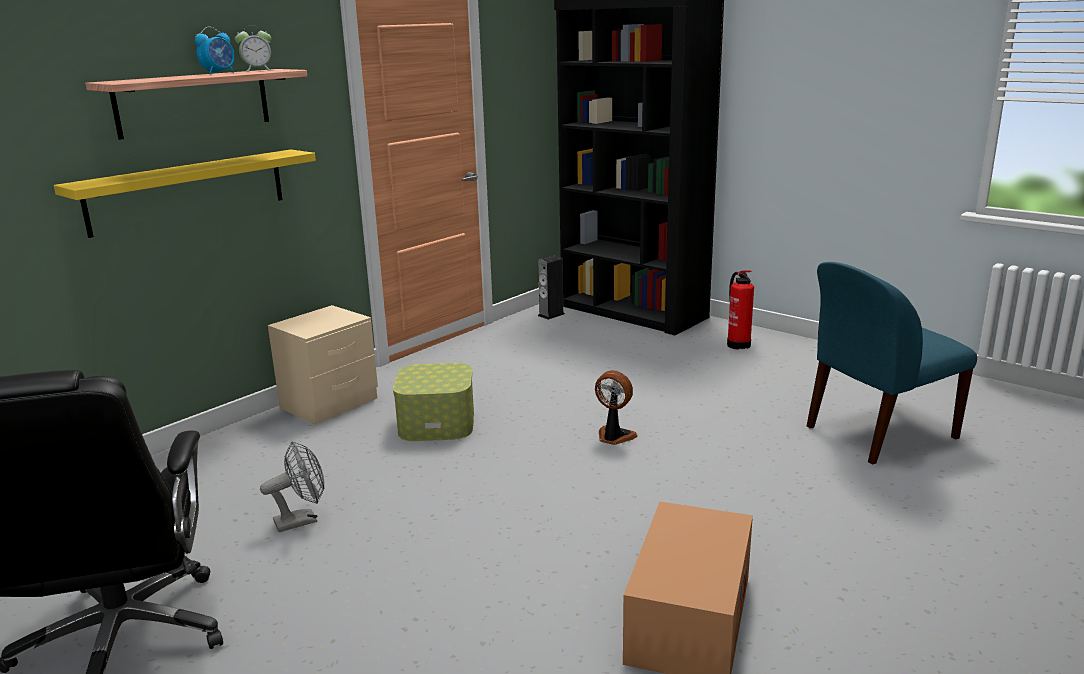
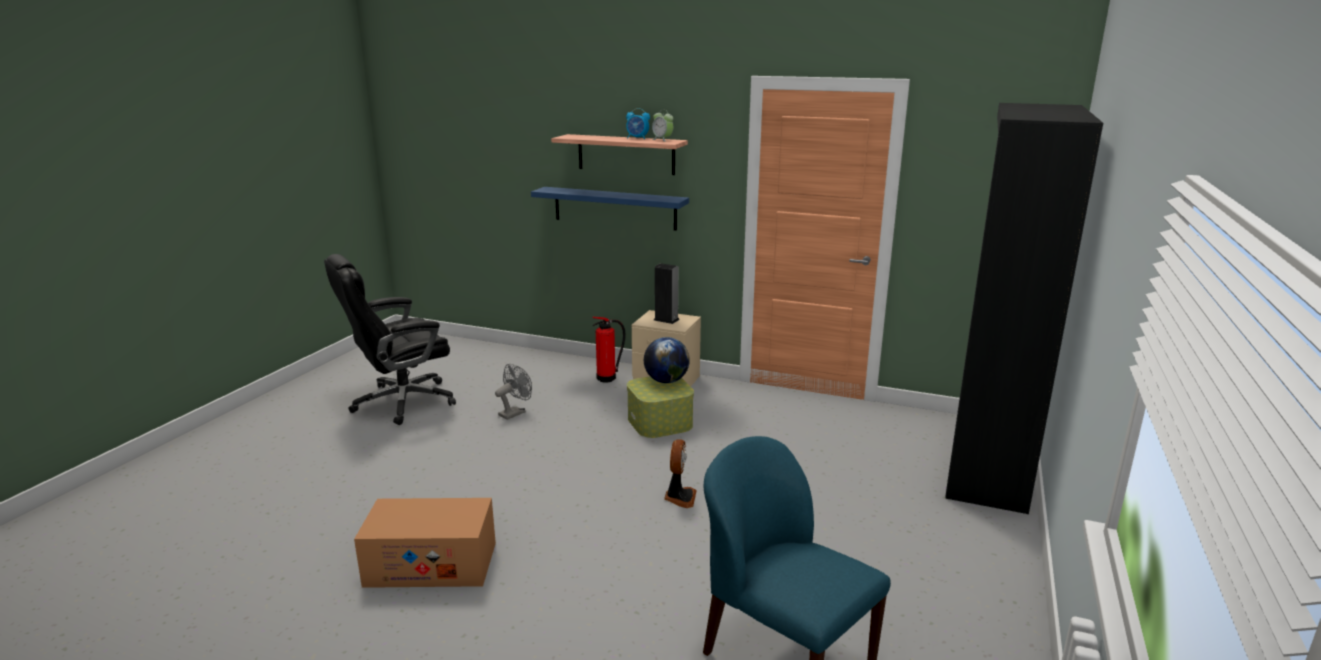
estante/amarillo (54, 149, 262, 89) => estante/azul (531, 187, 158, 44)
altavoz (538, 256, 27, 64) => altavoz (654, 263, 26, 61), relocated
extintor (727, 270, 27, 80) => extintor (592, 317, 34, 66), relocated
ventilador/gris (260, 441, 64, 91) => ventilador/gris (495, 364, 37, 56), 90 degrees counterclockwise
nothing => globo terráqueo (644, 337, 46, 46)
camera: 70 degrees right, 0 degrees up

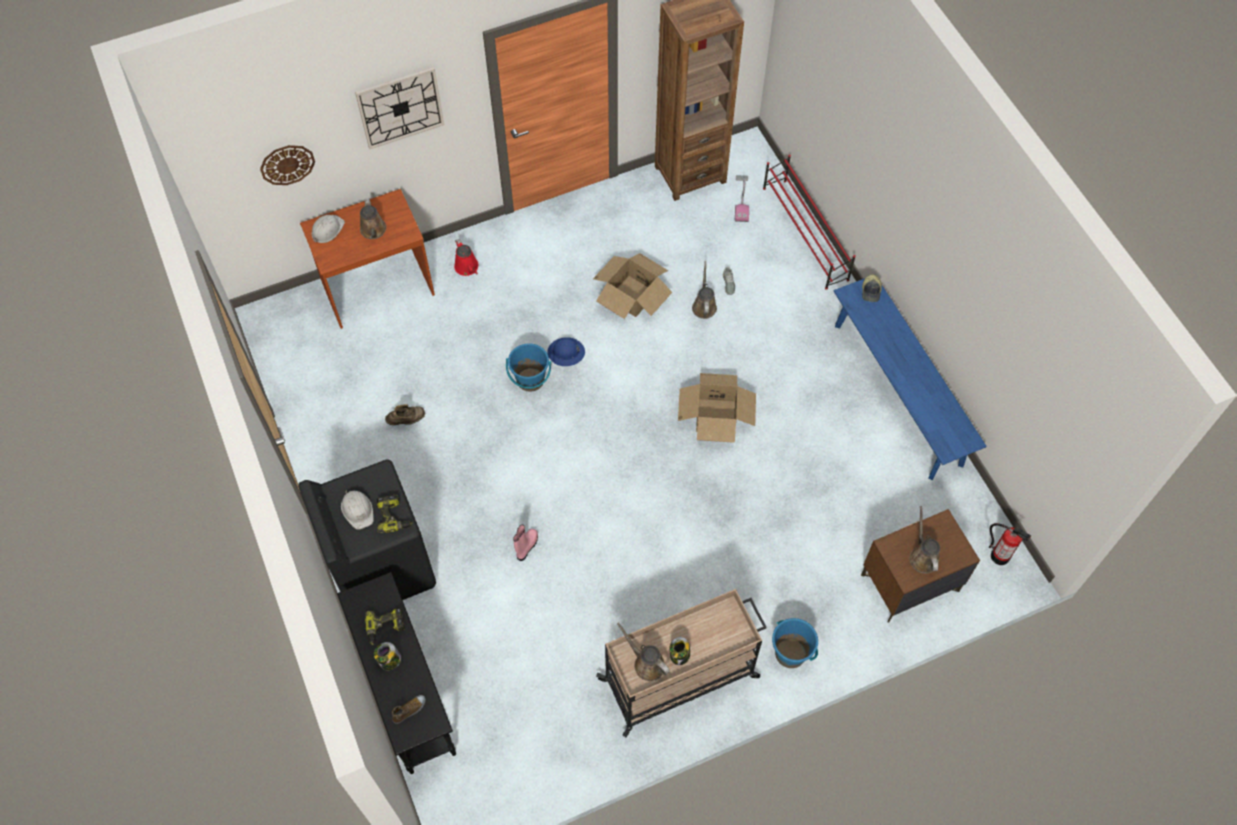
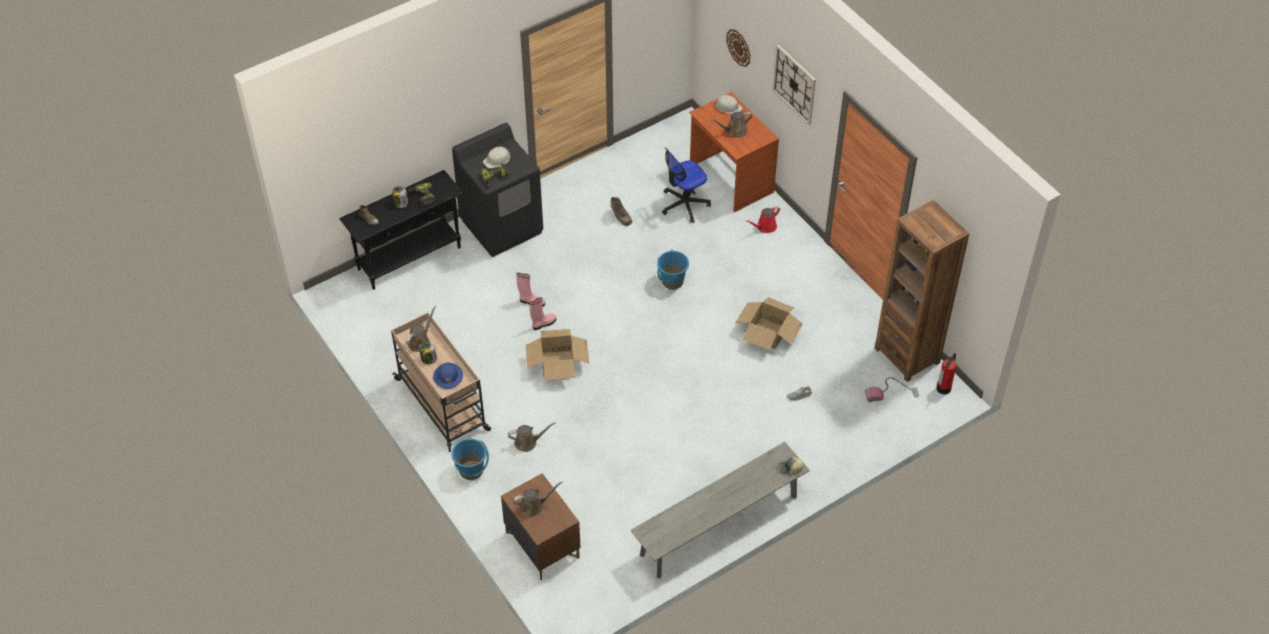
zapatero/rojo (763, 155, 93, 135) => nothing
regadera/marrón (692, 261, 25, 58) => regadera/marrón (508, 422, 47, 30), relocated
banco/azul (834, 278, 153, 202) => banco/gris (630, 442, 180, 136)
casco/azul (547, 337, 38, 29) => casco/azul (433, 362, 30, 27), relocated
caja de cartón (678, 373, 78, 70) => caja de cartón (526, 329, 63, 51), relocated
extintor (989, 523, 42, 42) => extintor (937, 353, 20, 41), relocated
nothing => silla de oficina (662, 147, 49, 76)
nothing => bota/rosa (530, 298, 26, 32)
camera: 80 degrees right, 10 degrees down

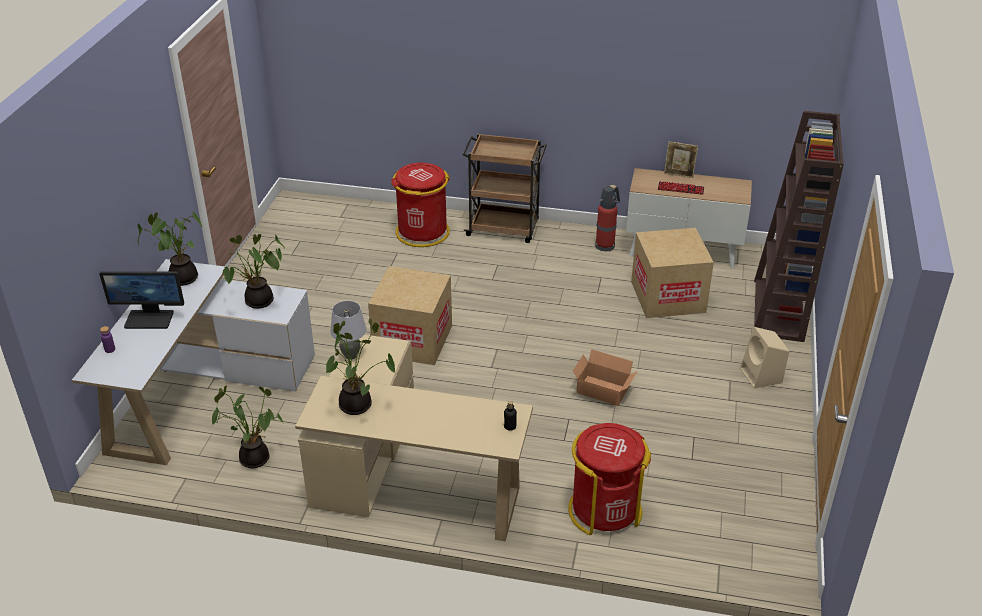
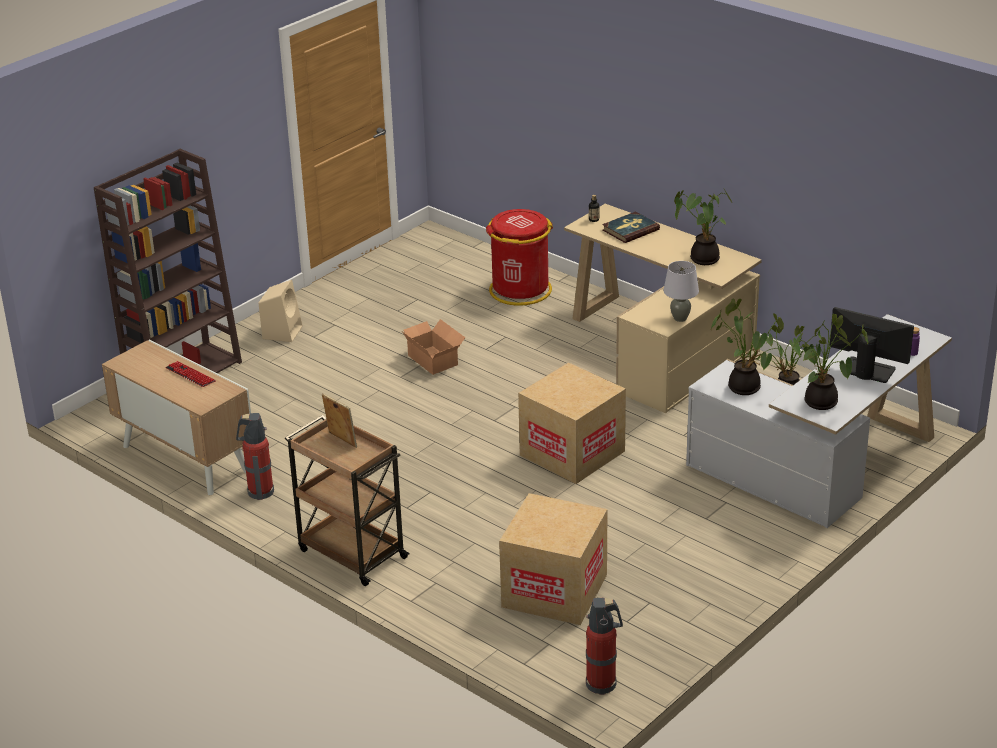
portarretratos (664, 141, 34, 37) => portarretratos (322, 393, 35, 55), relocated
papelera/rojo (391, 163, 59, 84) => nothing
caja de cartón (631, 228, 83, 90) => caja de cartón (499, 493, 109, 132), relocated
nothing => libro (602, 211, 58, 32)
nothing => extintor (586, 598, 37, 97)
camera: 150 degrees left, 5 degrees down

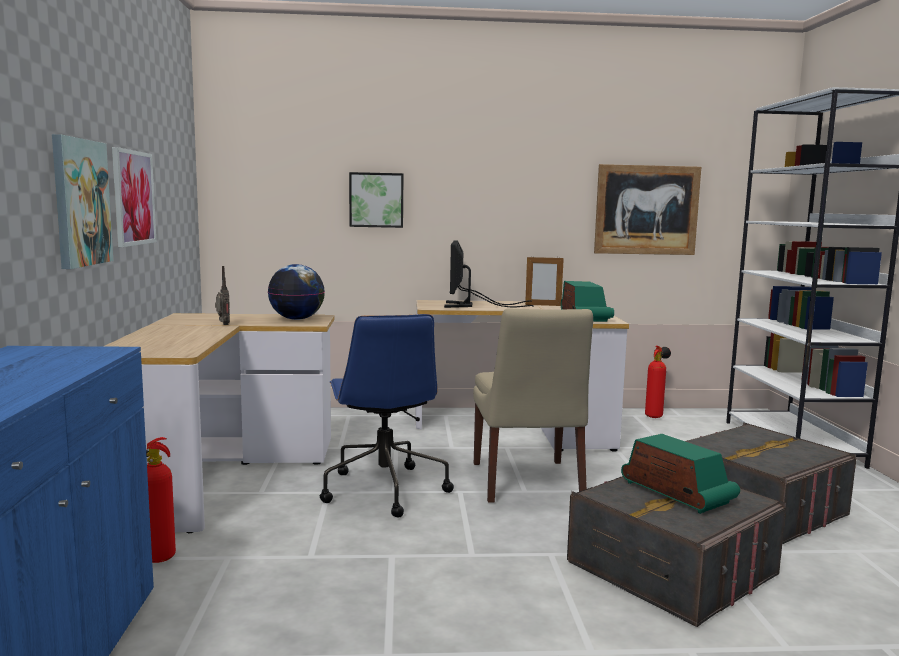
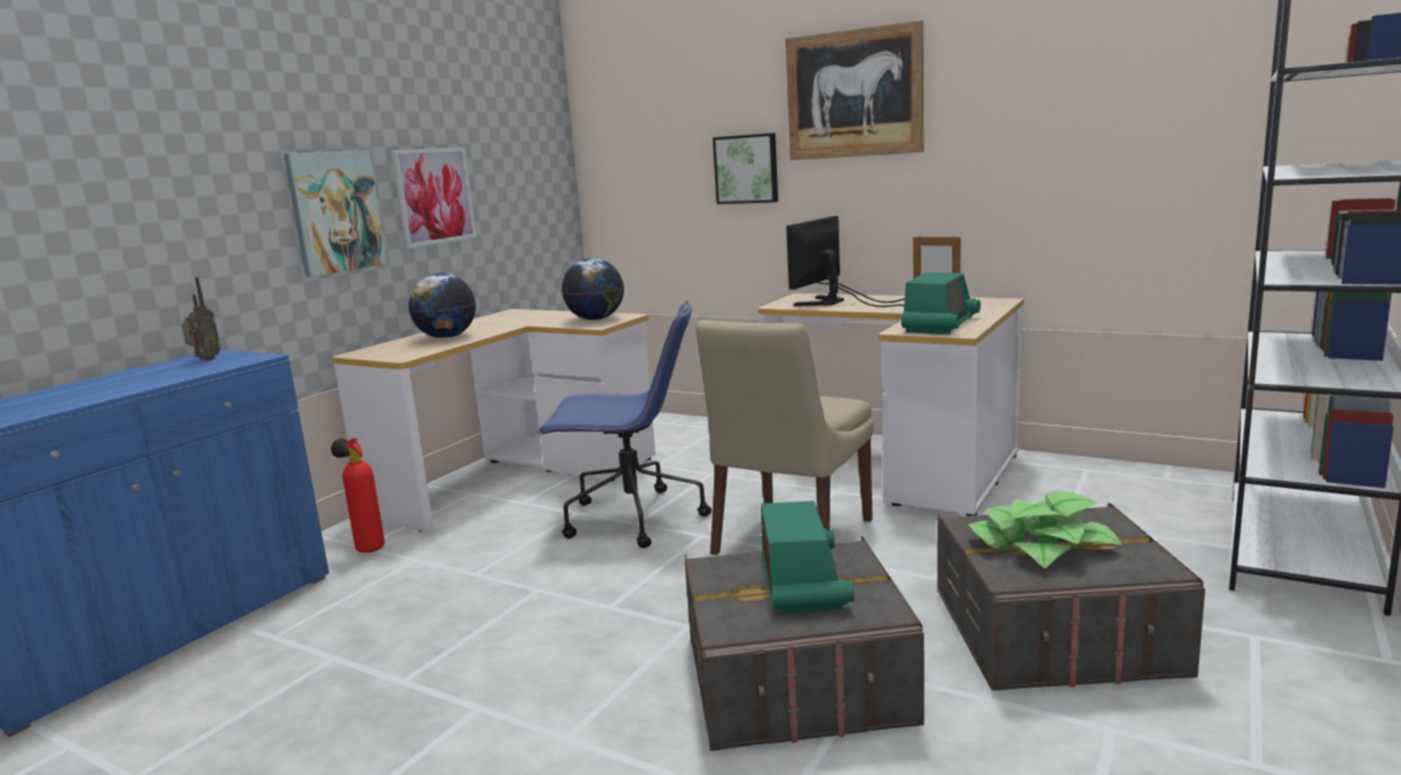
cuadro (594, 164, 107, 91) => cuadro (785, 20, 139, 140), relocated
radio (215, 266, 15, 59) => radio (181, 277, 39, 83), relocated
silla de oficina/azul (320, 314, 134, 203) => silla de oficina/azul (537, 301, 175, 247), 105 degrees counterclockwise
extintor (645, 346, 26, 72) => nothing
nothing => globo terráqueo (408, 273, 68, 65)
nothing => planta en maceta (968, 491, 154, 78)
camera: 35 degrees right, 5 degrees up

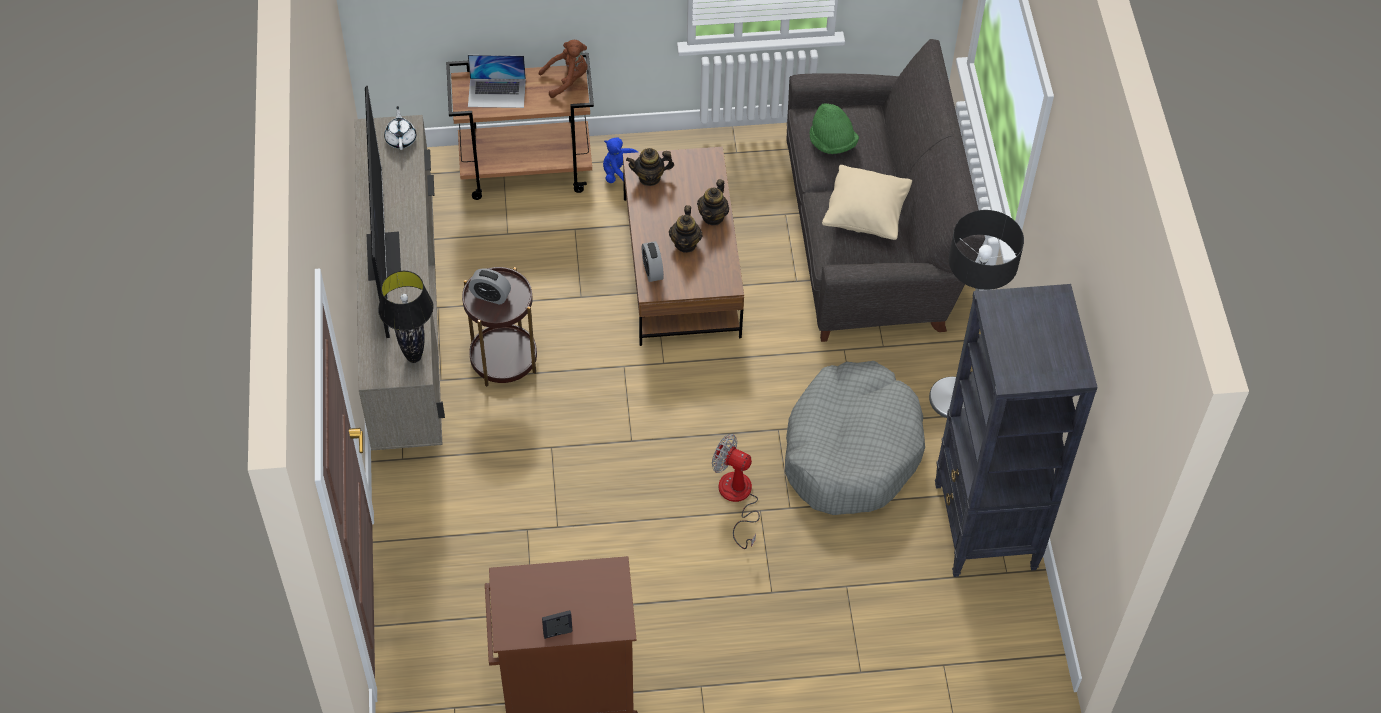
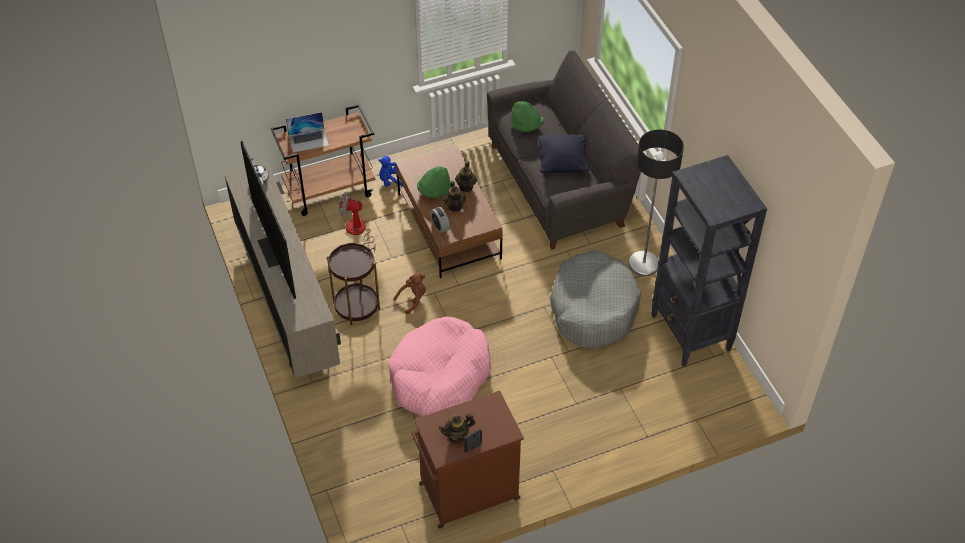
peluche/marrón (539, 40, 49, 58) => peluche/marrón (393, 273, 33, 41), relocated
tetera (626, 148, 48, 38) => tetera (439, 413, 36, 30), relocated
cojín/beis (822, 165, 90, 75) => cojín/negro (538, 134, 51, 39)
despertador (469, 268, 42, 37) => nothing
lámpara de mesa/negro (378, 271, 56, 92) => nothing
ventilador (712, 434, 48, 115) => ventilador (339, 192, 37, 60), relocated
nothing => sombrero/verde (417, 166, 34, 32)
nothing => cama para perro/rosa (388, 316, 103, 100)
camera: 15 degrees left, 5 degrees down

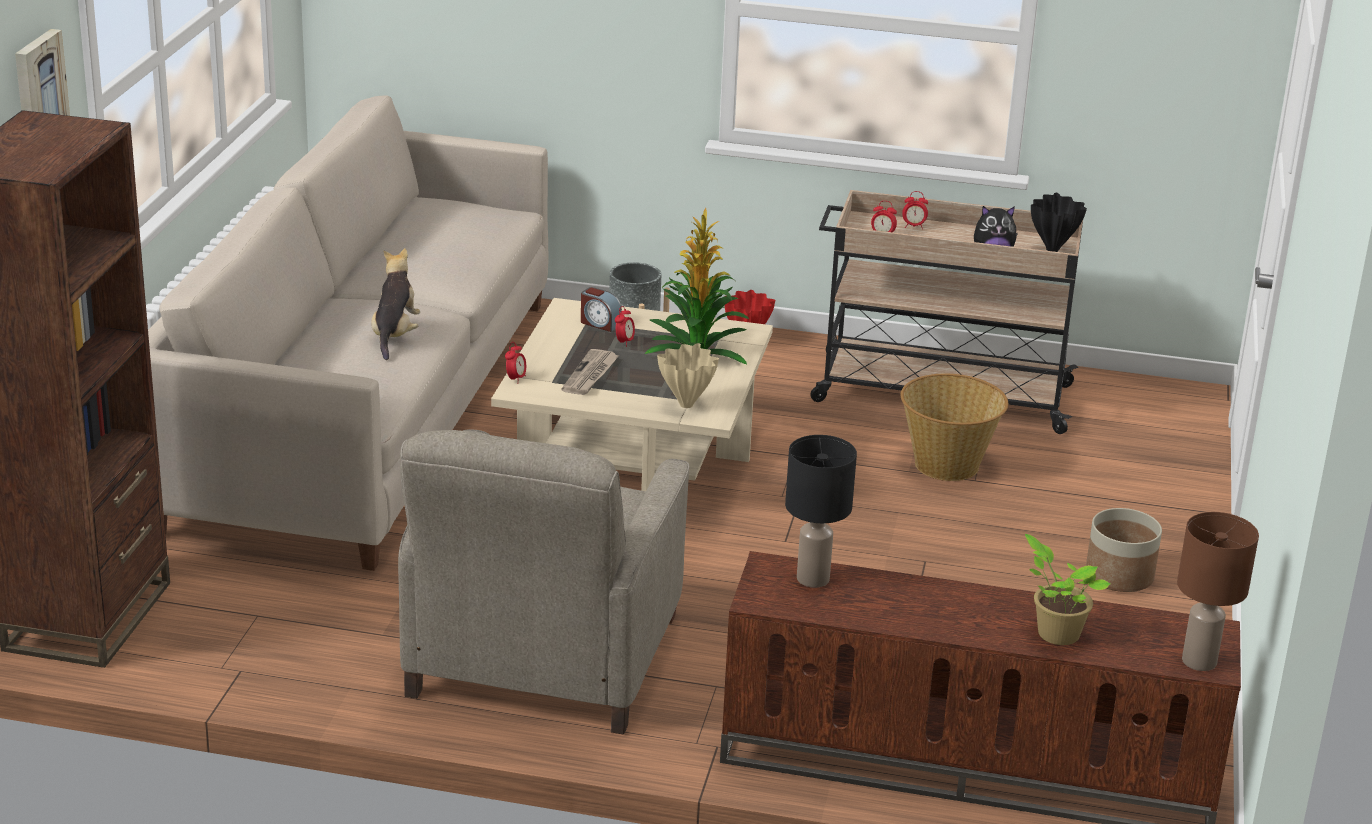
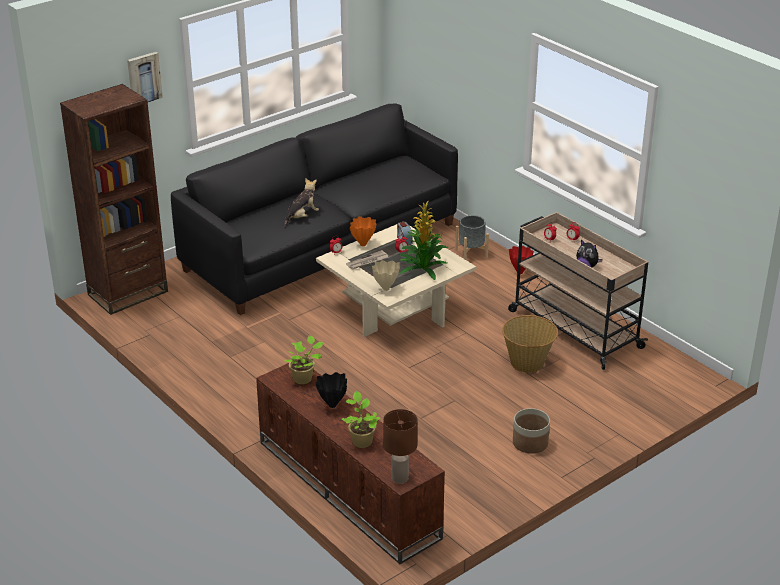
sofá/beis (148, 95, 401, 476) => sofá/negro (171, 103, 287, 212)
florero/negro (1031, 193, 56, 59) => florero/negro (316, 372, 31, 36), relocated
sillón/beis (398, 429, 292, 305) => nothing
lámpara de mesa/negro (785, 435, 72, 153) => planta en maceta (284, 335, 39, 49)
nothing => florero/naranja (350, 216, 26, 30)
camera: 40 degrees right, 5 degrees up

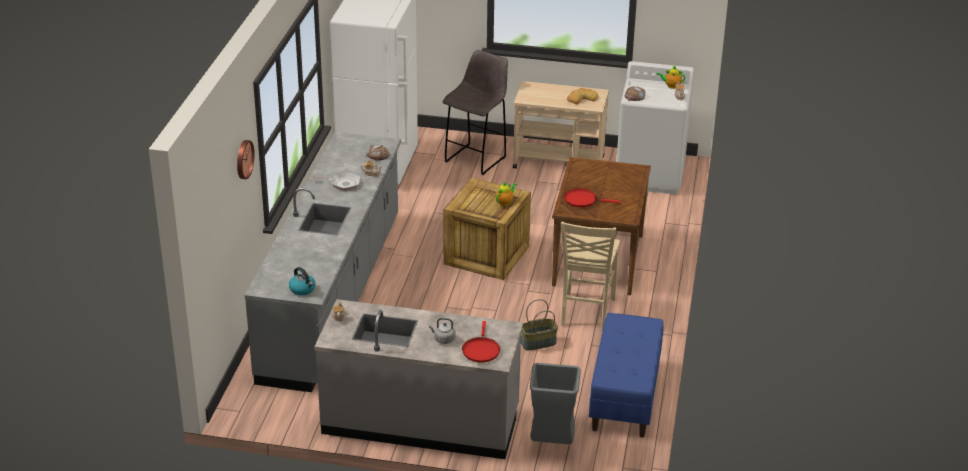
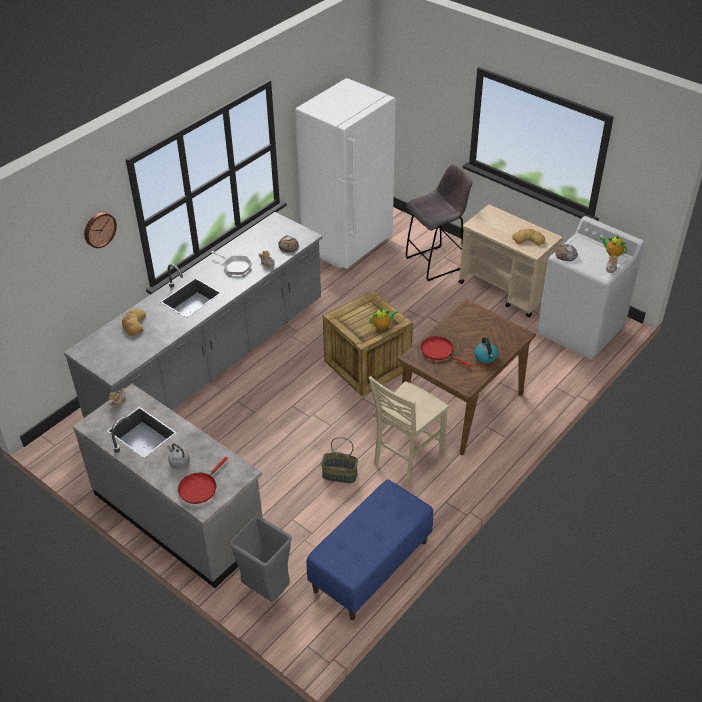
hervidor (289, 267, 26, 28) => hervidor (474, 337, 24, 26), relocated
nothing => pan (122, 309, 24, 27)
camera: 30 degrees right, 10 degrees up

